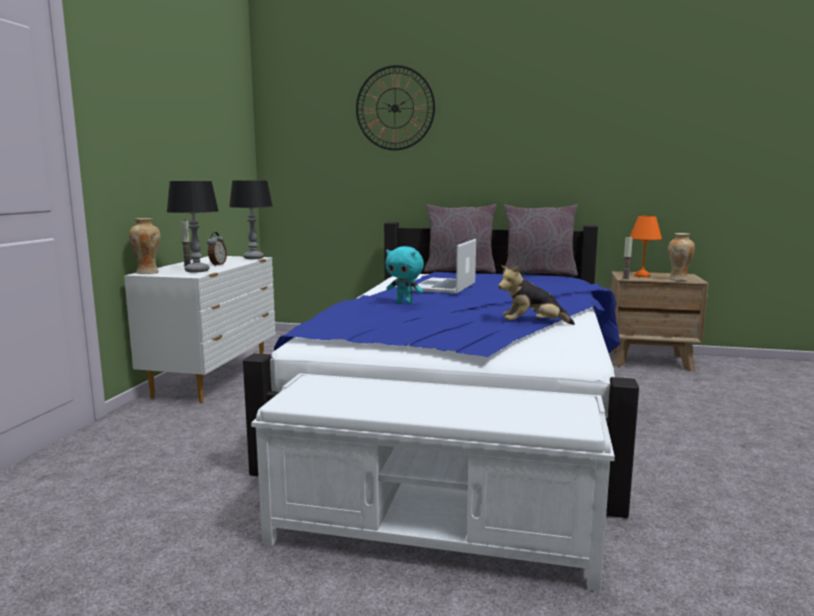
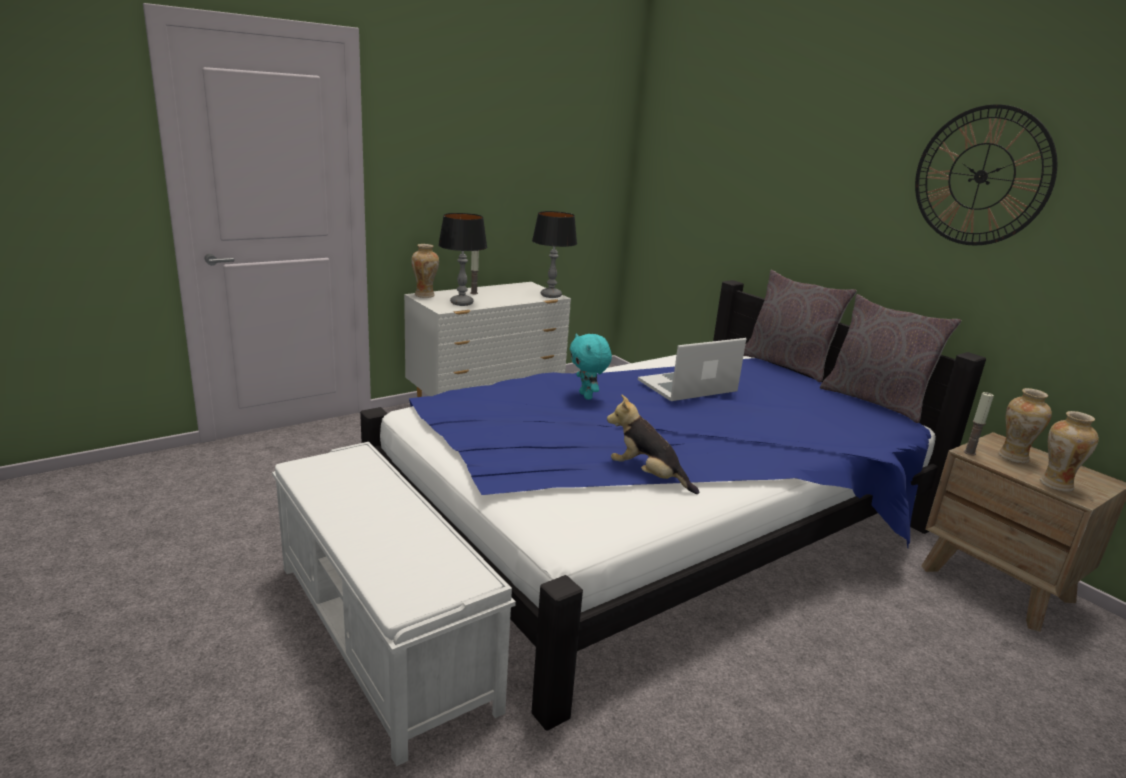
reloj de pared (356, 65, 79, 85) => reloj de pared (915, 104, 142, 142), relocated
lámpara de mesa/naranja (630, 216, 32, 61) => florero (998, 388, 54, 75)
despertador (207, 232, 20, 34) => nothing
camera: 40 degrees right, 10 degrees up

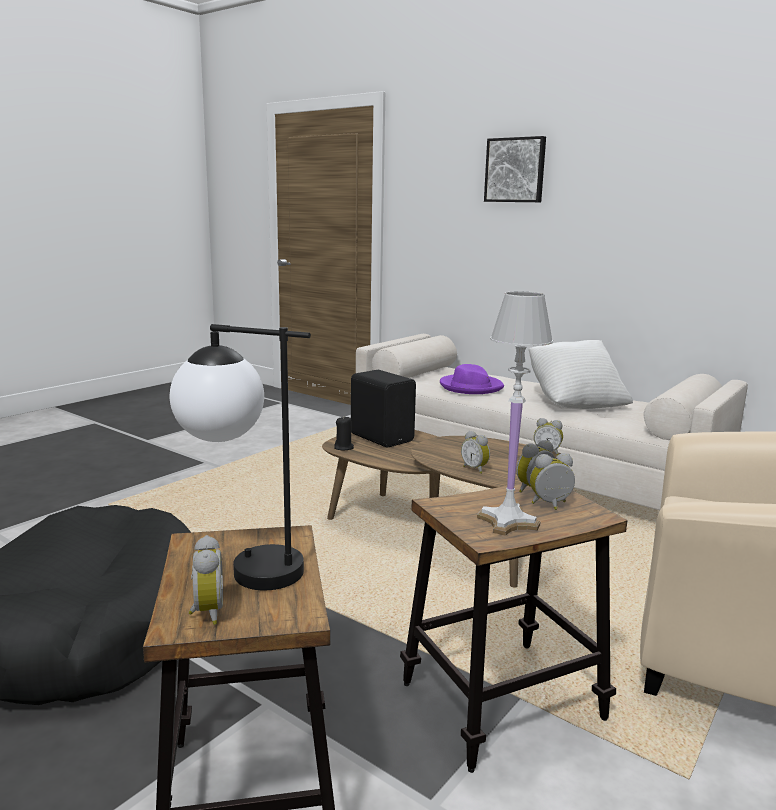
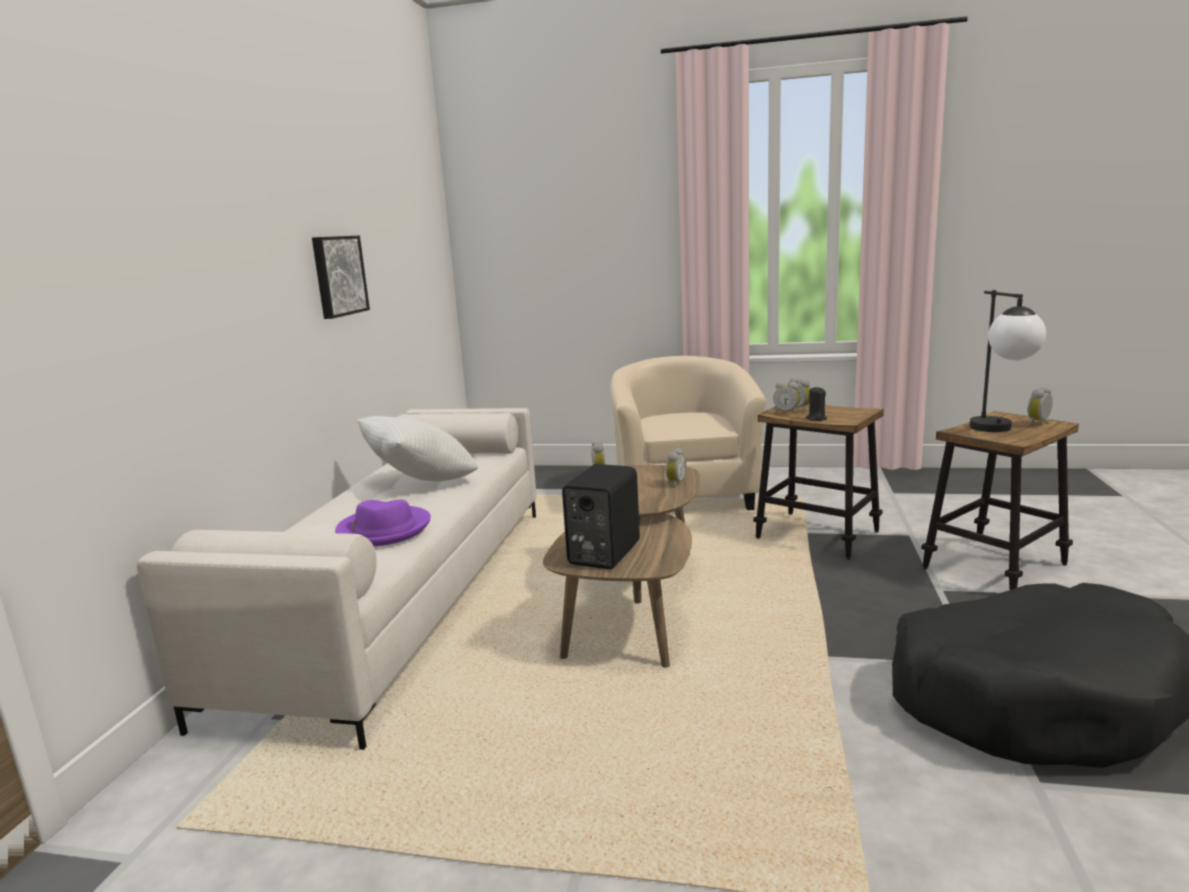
cuadro (484, 136, 62, 66) => cuadro (312, 236, 58, 83), relocated
lámpara de mesa/blanco (477, 291, 76, 245) => nothing
vela/negro (334, 417, 20, 34) => vela/negro (806, 387, 21, 34), relocated
camera: 115 degrees left, 0 degrees up

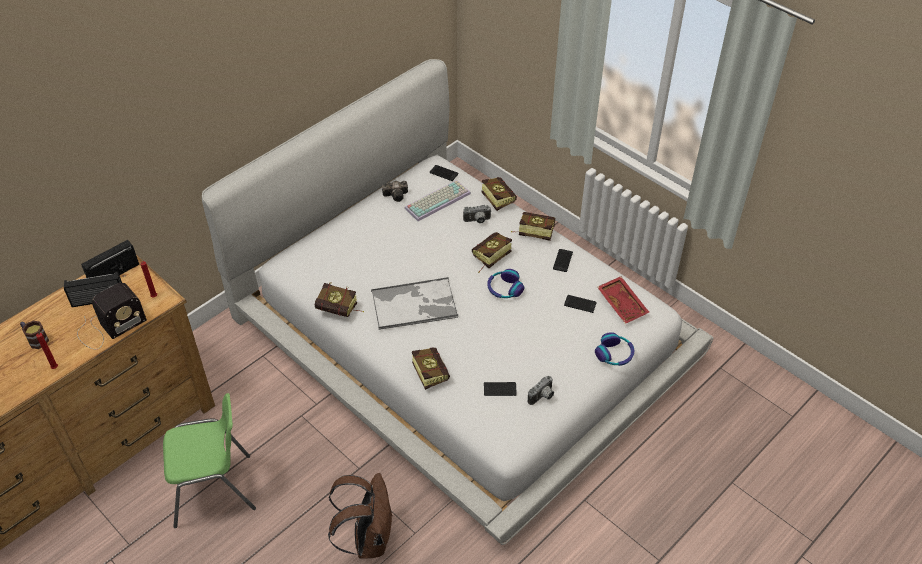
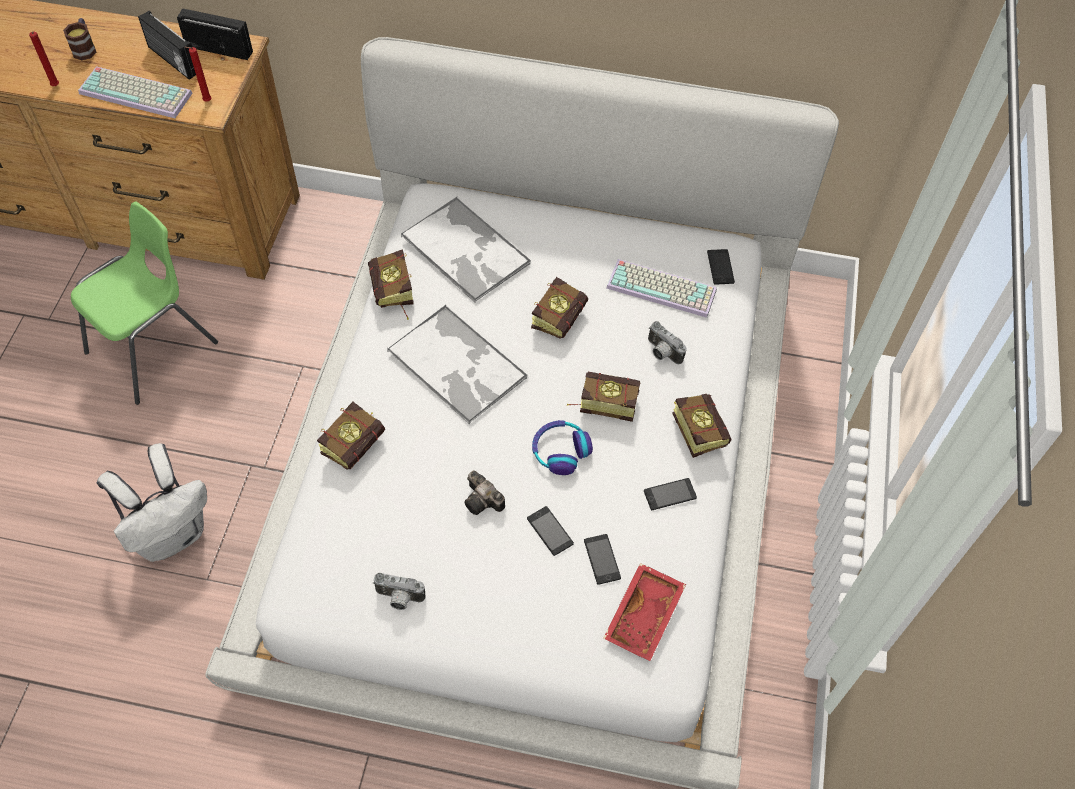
libro (481, 177, 36, 34) => libro (531, 277, 57, 62), relocated
cámara (382, 181, 26, 21) => cámara (465, 470, 40, 45), relocated
radio (77, 283, 70, 66) => teclado (78, 66, 115, 52)
auriculares (595, 332, 39, 34) => nothing
móvil (484, 382, 33, 14) => móvil (527, 506, 47, 50), relocated
silla/verde (163, 393, 93, 135) => silla/verde (71, 201, 147, 204), 90 degrees counterclockwise
mochila/marrón (328, 473, 65, 86) => mochila/blanco (97, 443, 110, 119)
nothing => bandeja (401, 197, 130, 105)
camera: 55 degrees right, 10 degrees up

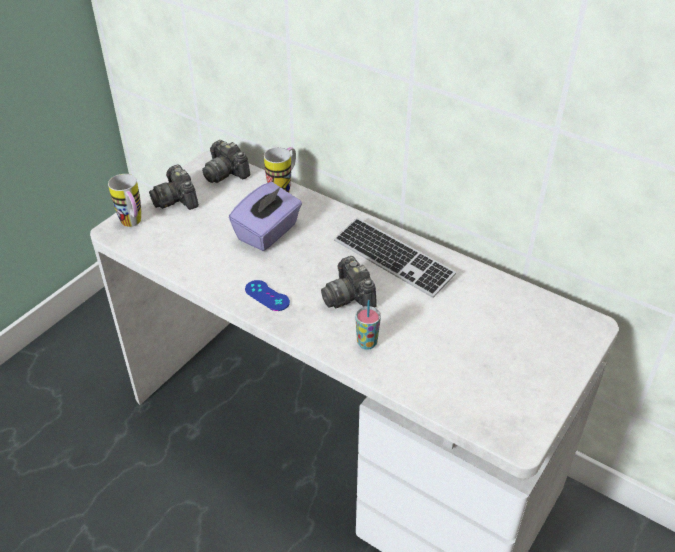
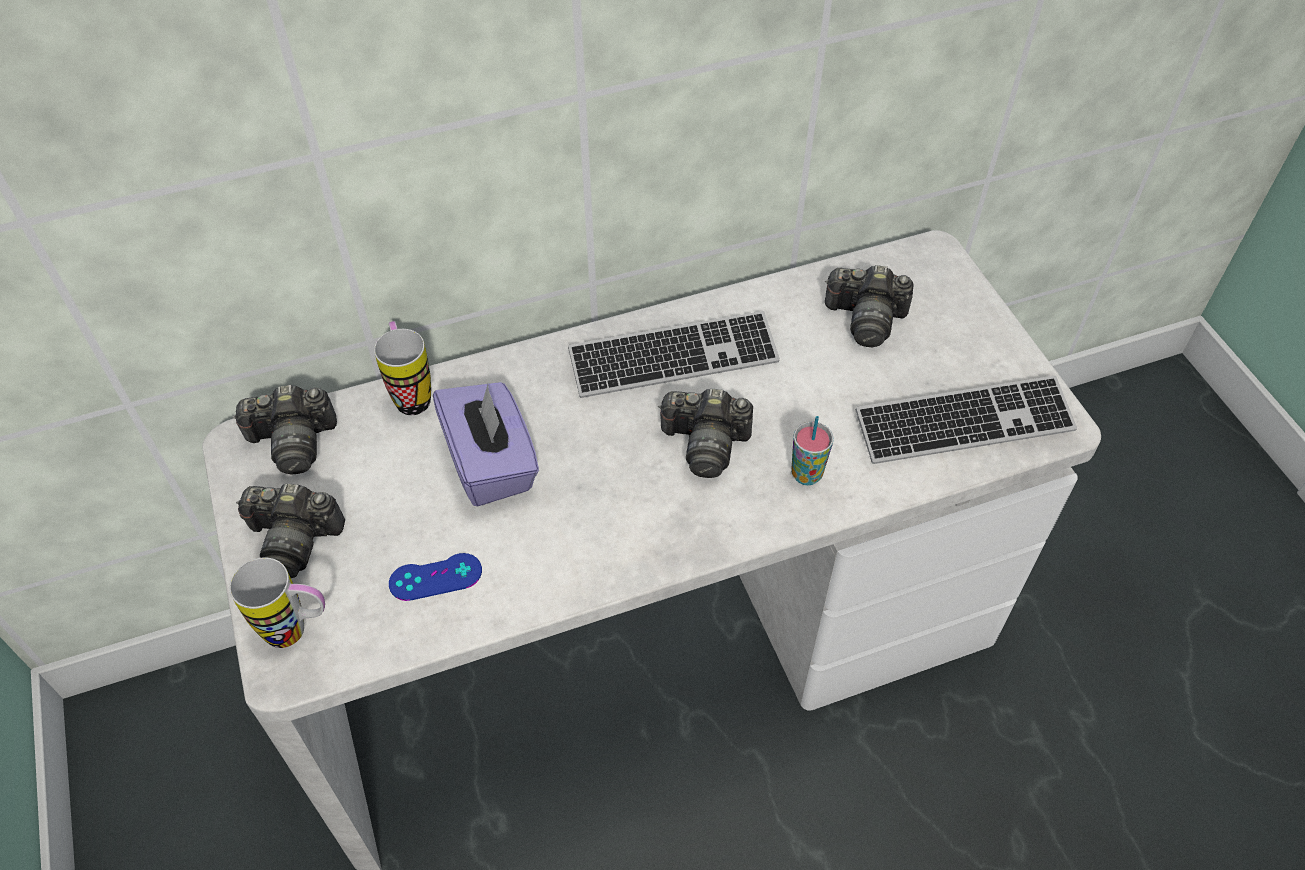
mando de consola/azul (245, 280, 45, 31) => mando de consola/azul (389, 553, 93, 48), relocated
nothing => cámara (825, 265, 89, 82)
nothing => teclado (856, 376, 221, 88)
camera: 55 degrees left, 10 degrees up

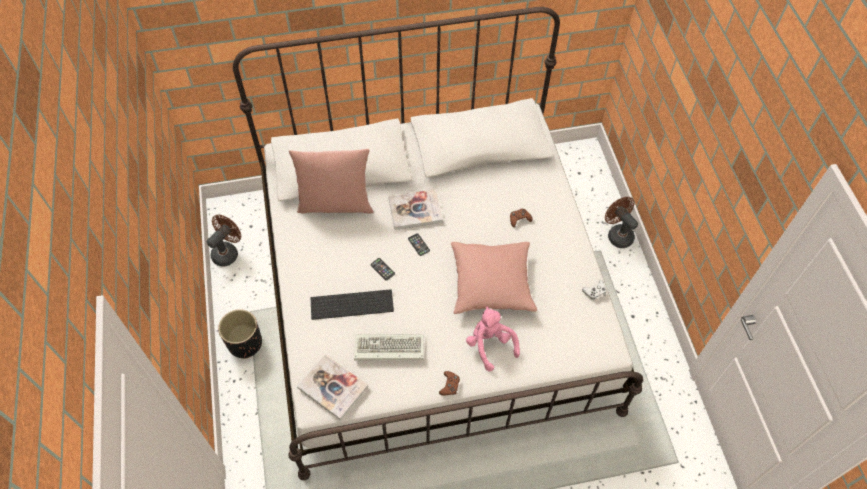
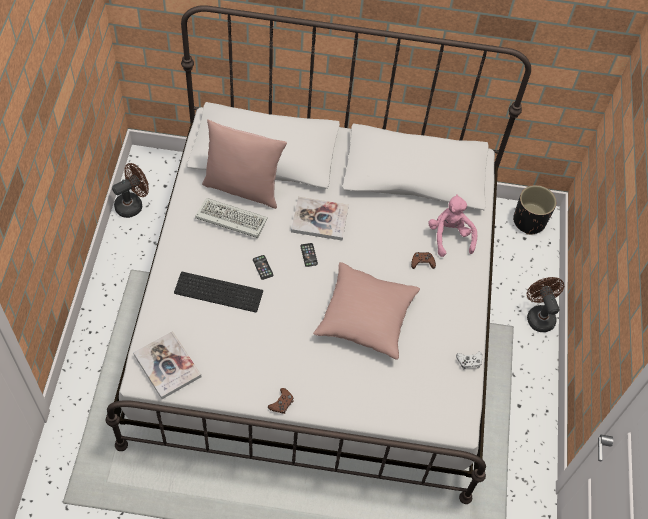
peluche/rosa (466, 306, 54, 65) => peluche/rosa (428, 194, 49, 63), relocated
maceta/negro (218, 309, 44, 50) => maceta/negro (513, 185, 43, 50), relocated
teclado (354, 334, 70, 27) => teclado (195, 198, 73, 40), relocated
camera: 15 degrees right, 0 degrees up

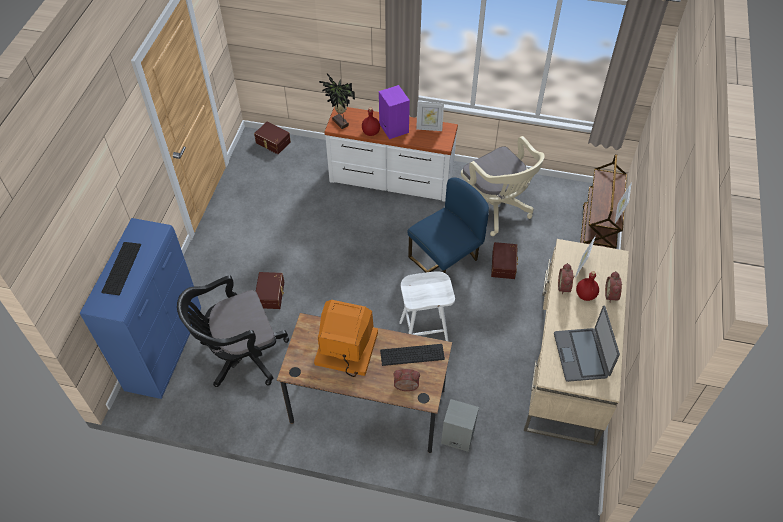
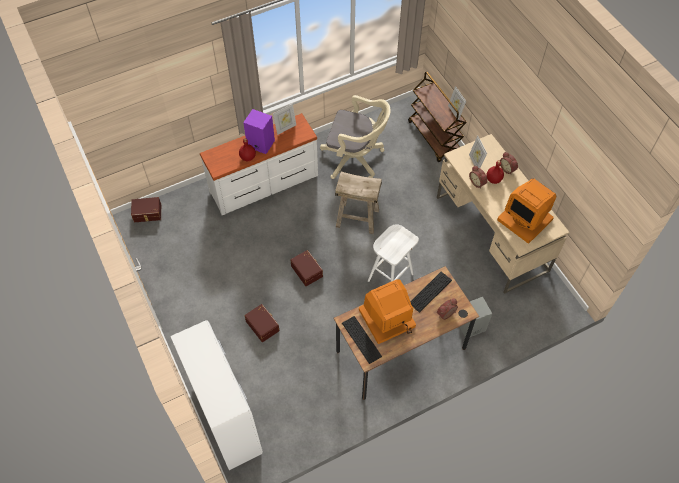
planta en maceta (319, 74, 36, 55) => nothing
silla/azul (407, 177, 82, 96) => taburete/beis (335, 172, 47, 62)
armario/azul (80, 218, 121, 181) => armario/blanco (170, 320, 93, 150)
teclado (101, 242, 40, 53) => teclado (342, 316, 40, 48), relocated
caja de almacenaje/marrón (491, 242, 27, 37) => caja de almacenaje/marrón (291, 250, 32, 36), relocated
silla de oficina/negro (177, 275, 112, 112) => nothing
portátil (554, 305, 66, 77) => monitor (497, 178, 59, 65)
camera: 40 degrees left, 5 degrees up

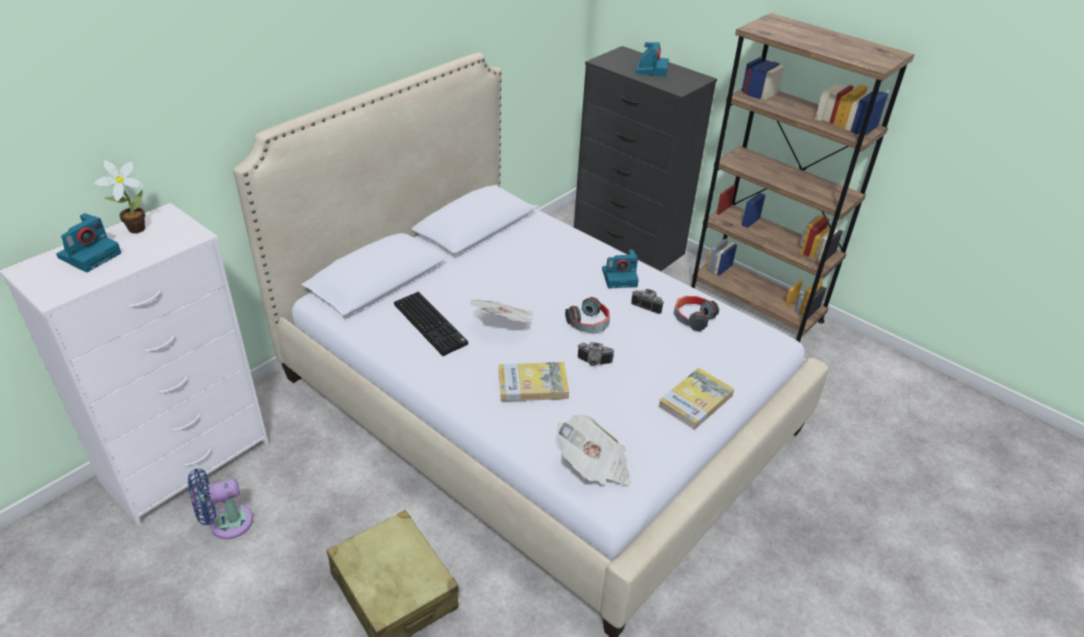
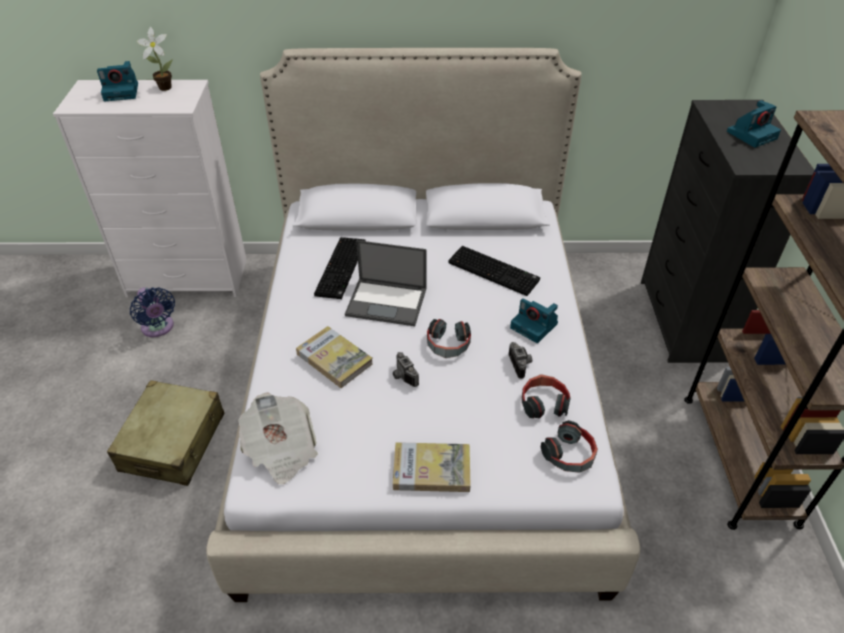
periódico (471, 300, 62, 23) => portátil (345, 240, 82, 86)
ventilador/azul (188, 469, 65, 70) => ventilador/azul (130, 287, 45, 50), 150 degrees counterclockwise
nothing => teclado (448, 246, 92, 50)
nothing => auriculares (541, 420, 57, 53)
camera: 50 degrees right, 5 degrees up

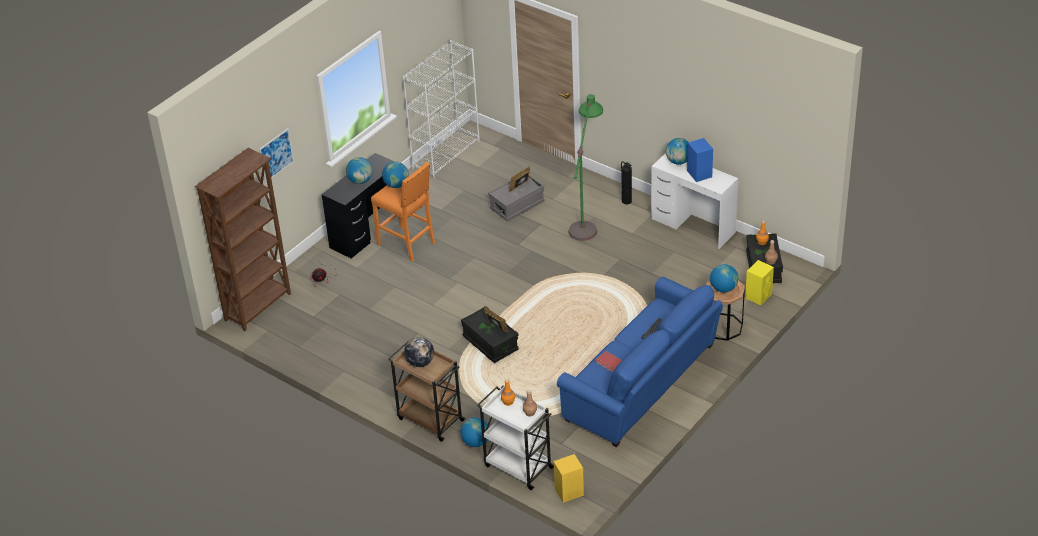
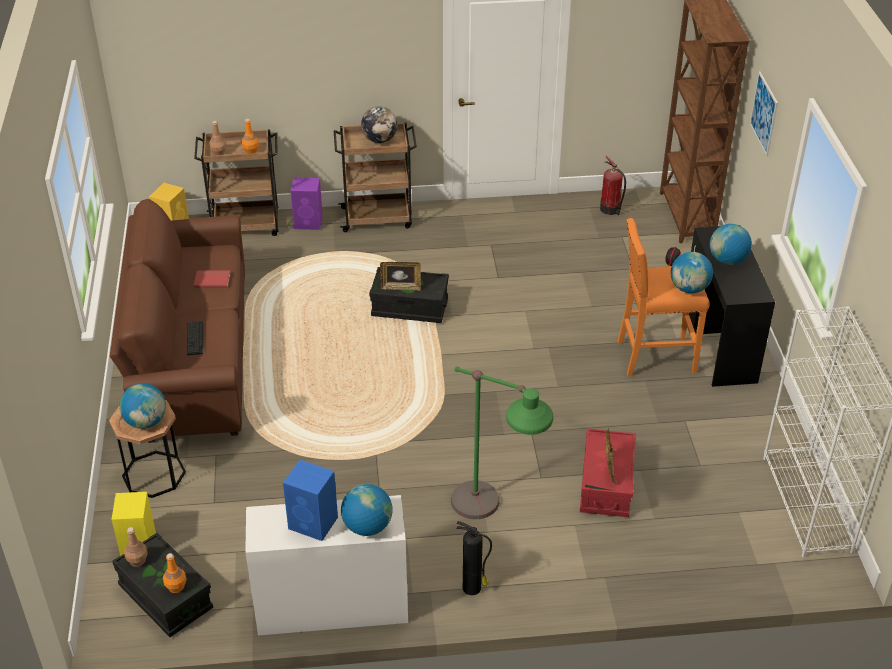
caja de almacenaje/gris (488, 175, 57, 46) => caja de almacenaje/rojo (580, 428, 56, 89)
sofá/azul (557, 276, 166, 171) => sofá/marrón (110, 199, 135, 244)
carrito/blanco (477, 385, 77, 105) => carrito/marrón (194, 129, 85, 107)
globo terráqueo (460, 417, 29, 30) => altavoz/morado (291, 177, 32, 53)
nothing => extintor (600, 156, 26, 59)
camera: 135 degrees right, 0 degrees up

